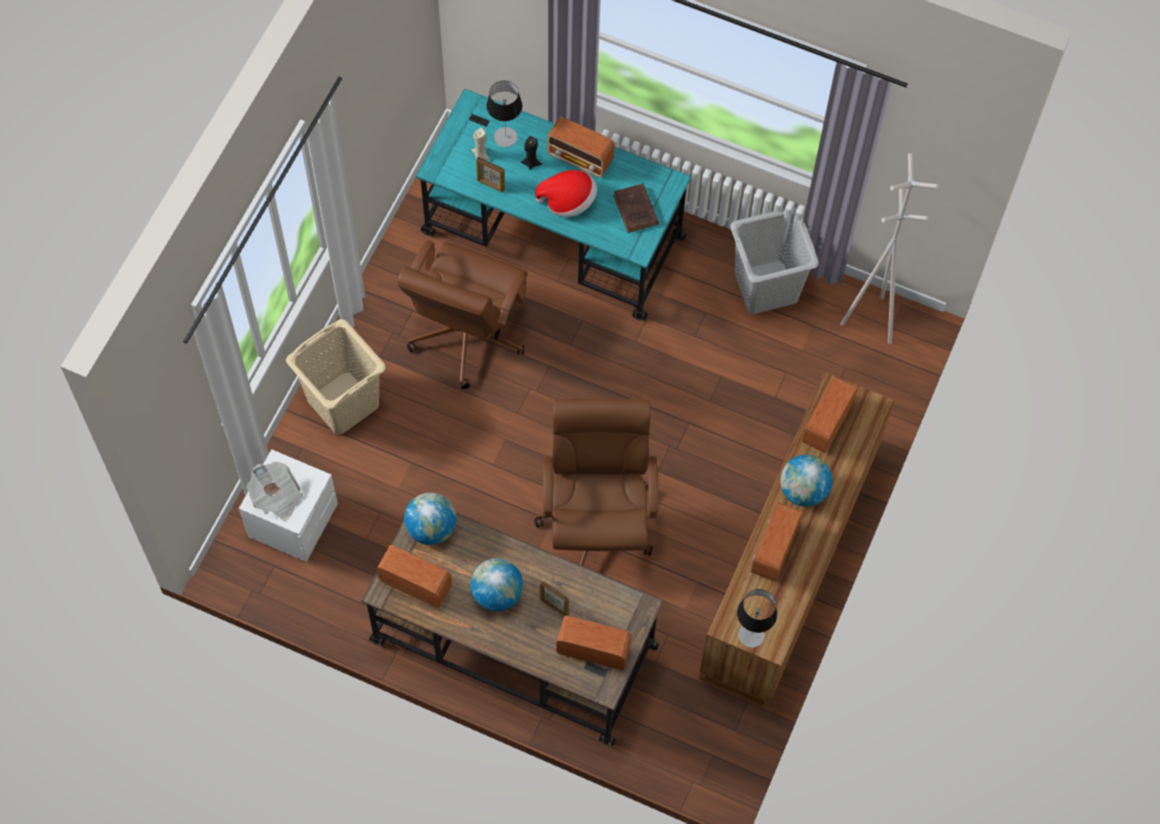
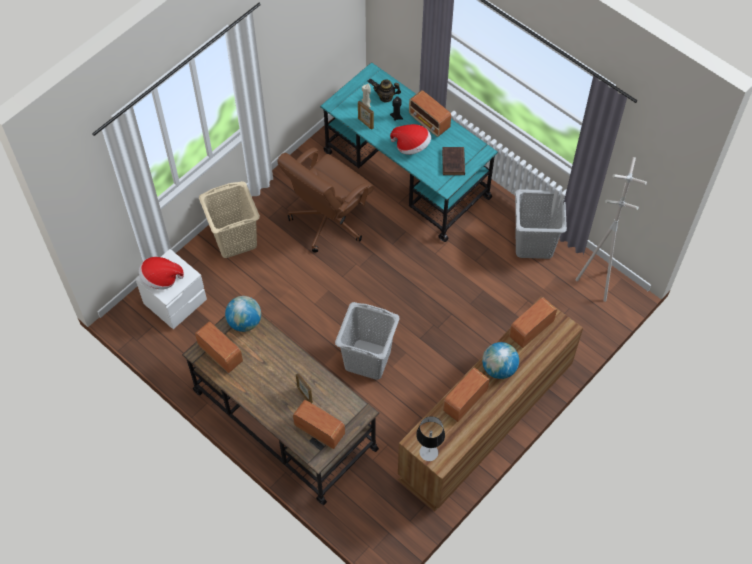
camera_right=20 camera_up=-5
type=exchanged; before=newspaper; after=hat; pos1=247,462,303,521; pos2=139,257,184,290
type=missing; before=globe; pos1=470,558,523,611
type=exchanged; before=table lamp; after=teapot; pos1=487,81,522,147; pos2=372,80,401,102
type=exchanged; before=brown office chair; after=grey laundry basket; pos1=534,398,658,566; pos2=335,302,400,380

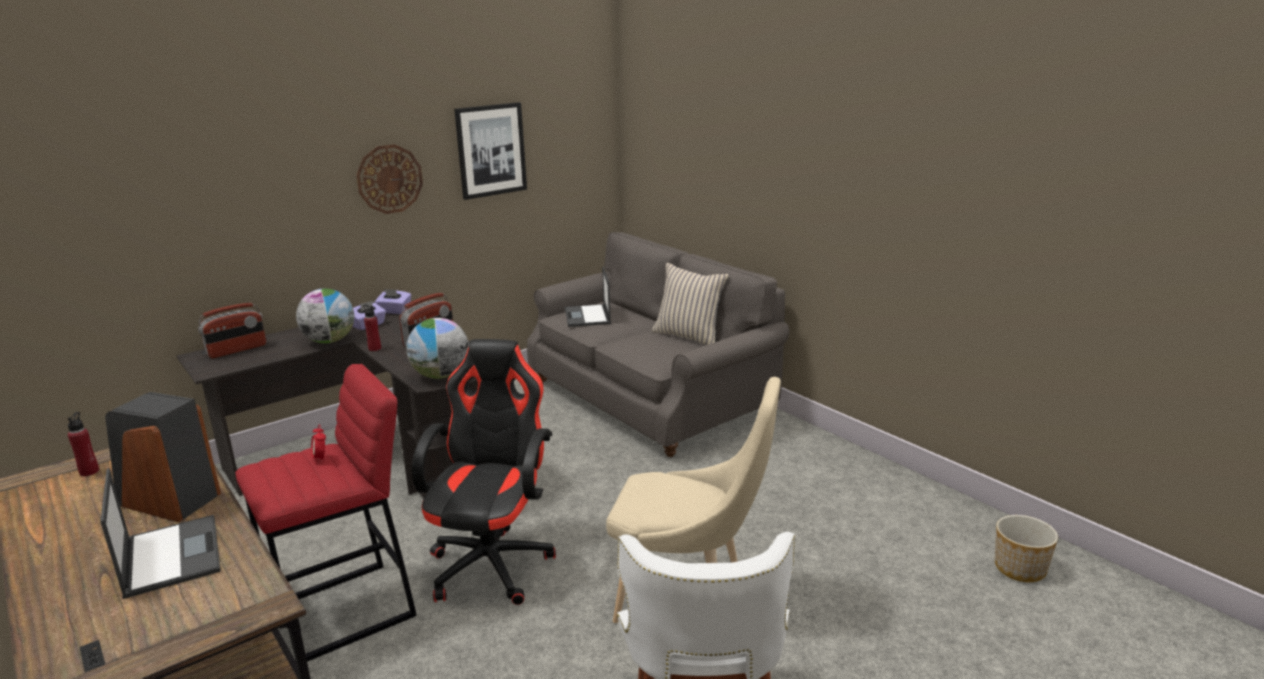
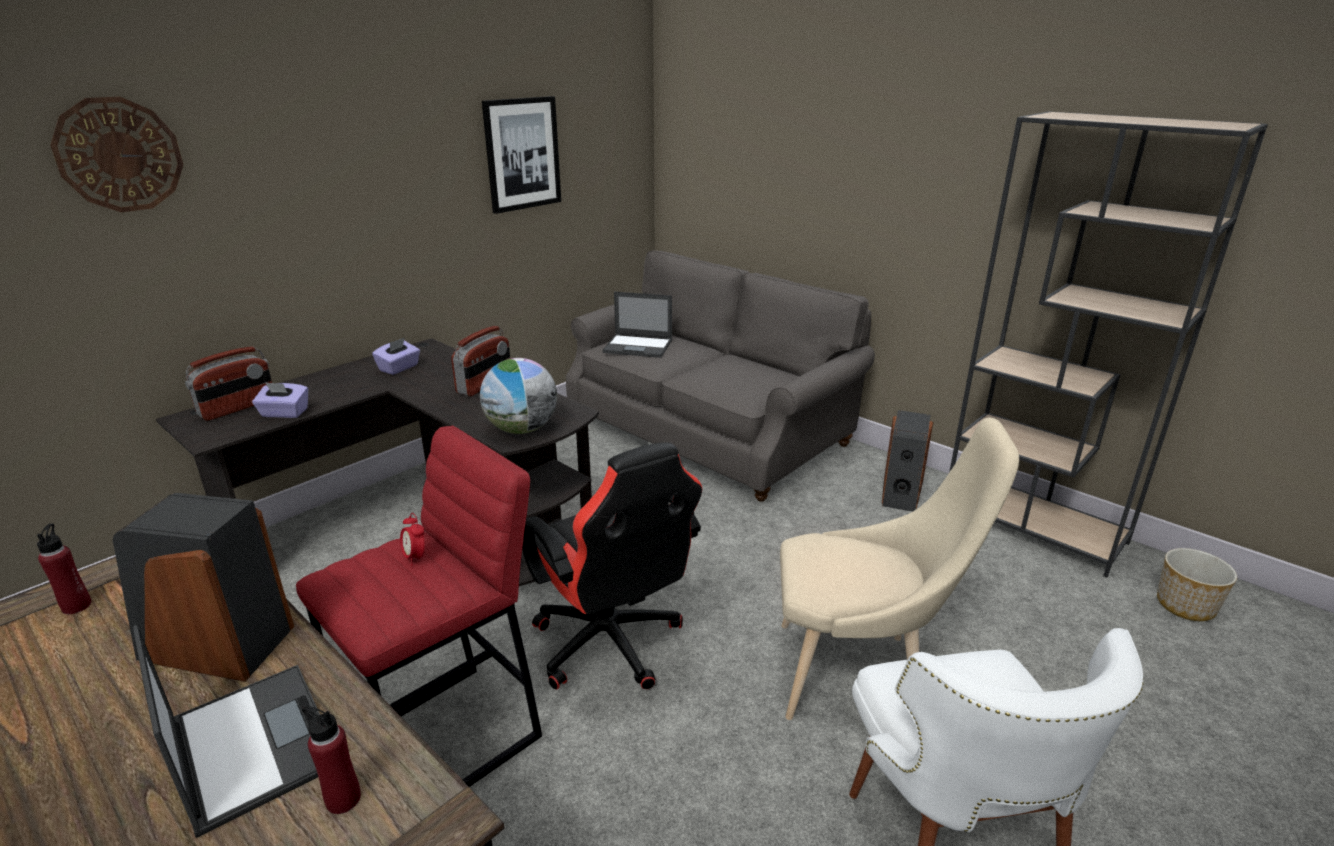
camera_right=-10 camera_up=5
type=missing; before=globe; pos1=296,289,354,343
type=relocated; before=wall clock; pos1=356,144,423,214; pos2=50,97,183,212
type=relocated; before=red bottle; pos1=363,305,381,351; pos2=302,706,361,814
type=relocated; before=purple tissue box; pos1=375,289,411,314; pos2=252,382,308,418
type=spun; before=black office chair; pos1=412,339,556,605; pos2=522,442,702,690; turn=150
type=spun; before=laptop; pos1=565,266,611,327; pos2=602,292,672,358; turn=-60
type=missing; before=beige pillow; pos1=652,263,730,345
type=appeared; after=speaker; pos2=882,410,933,512
type=appeared; after=bookcase; pos2=949,112,1268,577

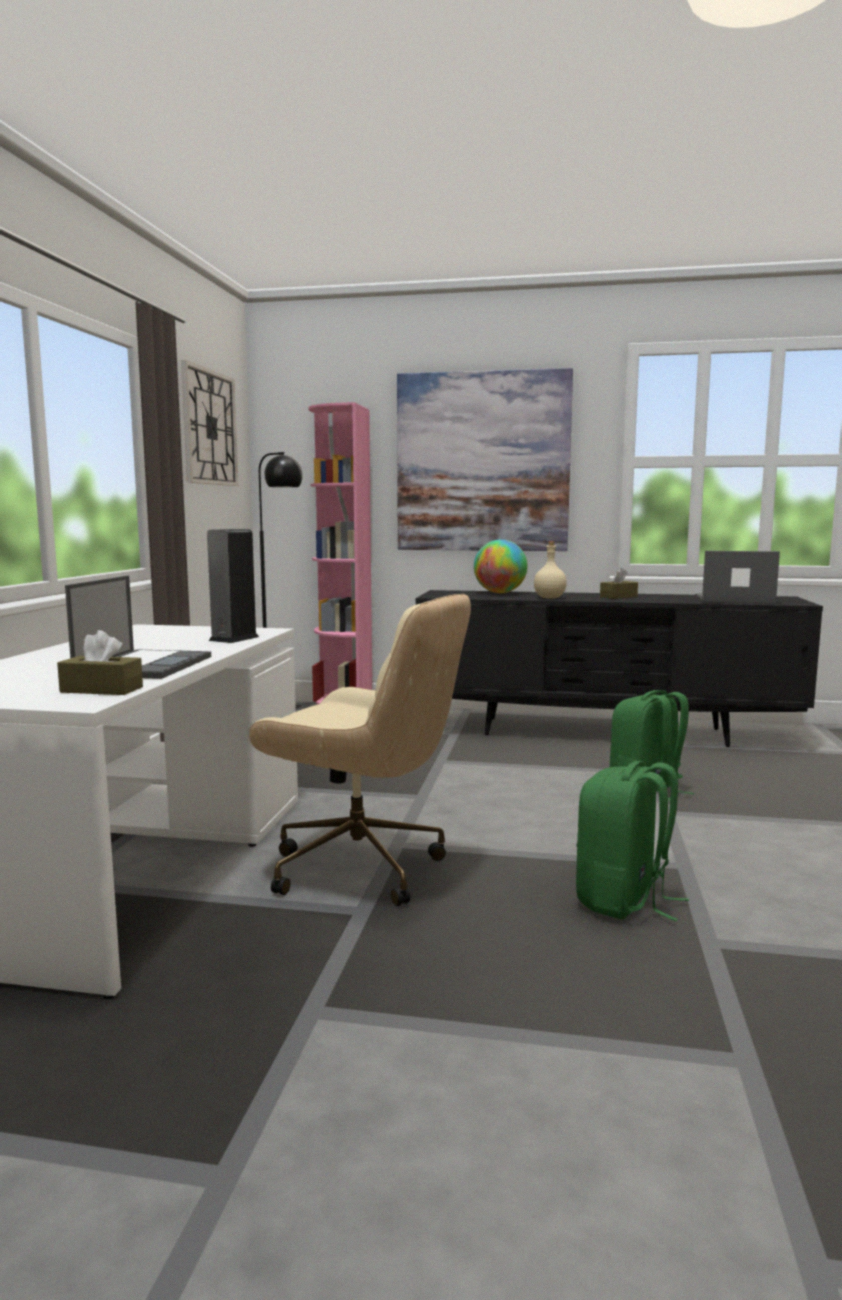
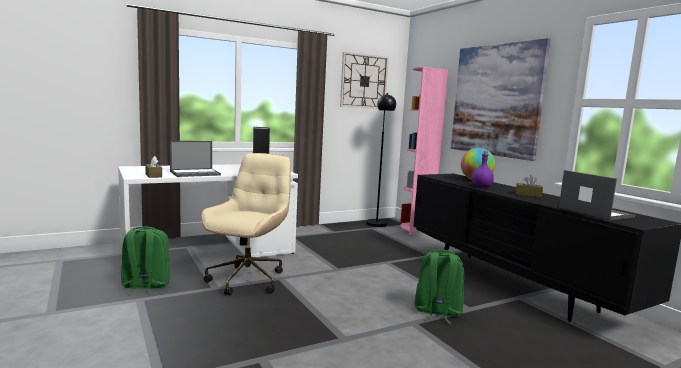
camera_right=50 camera_up=0
type=spun; before=beige office chair; pos1=249,594,471,906; pos2=201,153,291,295; turn=-150
type=colour; before=beige bottle; after=purple bottle; pos1=534,541,567,599; pos2=472,151,494,188
type=relocated; before=green backpack; pos1=576,761,689,921; pos2=121,227,170,295

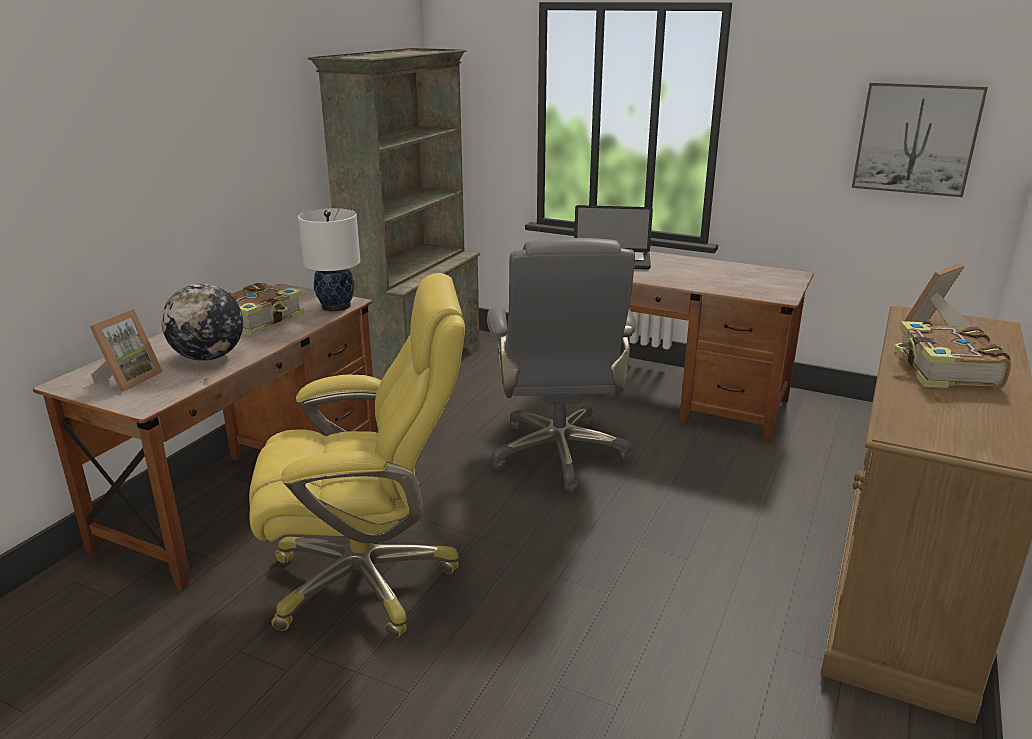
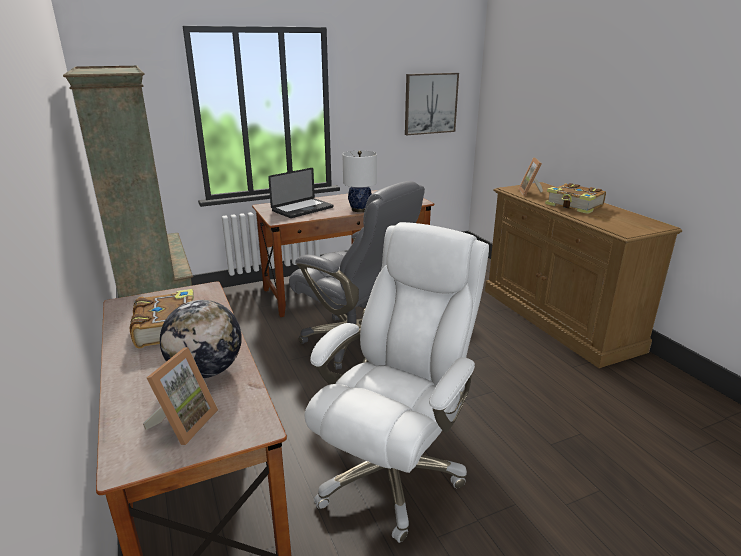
camera_right=-50 camera_up=0
type=spun; before=picture frame; pos1=90,309,163,392; pos2=143,347,218,445; turn=45
type=colour; before=yellow office chair; after=white office chair; pos1=249,273,465,638; pos2=305,222,489,543
type=relocated; before=white table lamp; pos1=298,208,360,311; pos2=342,150,377,212

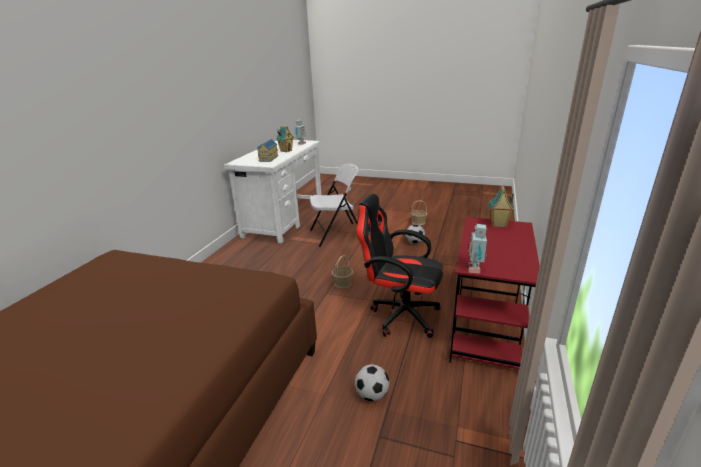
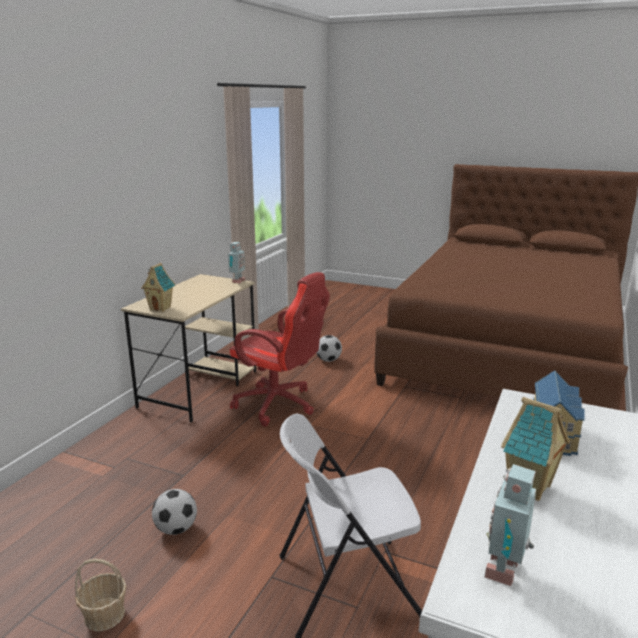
camera_right=-175 camera_up=-5
type=missing; before=basket; pos1=332,255,353,289
type=colour; before=black office chair; after=red office chair; pos1=356,194,443,338; pos2=230,272,330,427
type=colour; before=red desk; after=beige desk; pos1=449,217,540,369; pos2=121,274,256,423

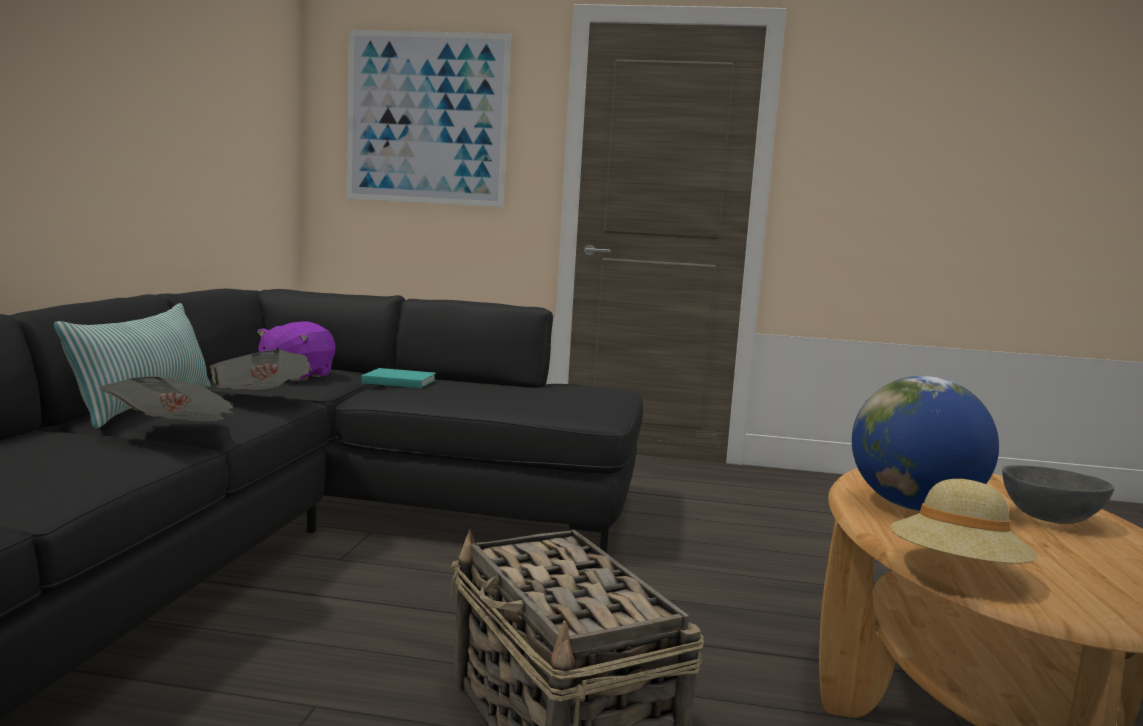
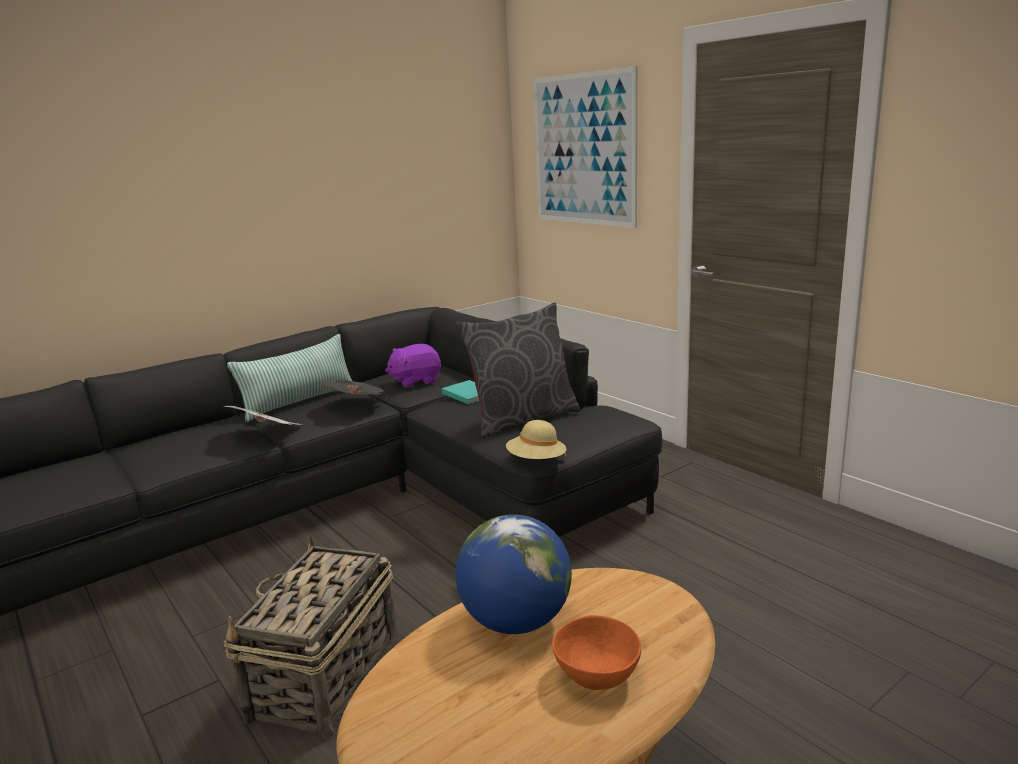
camera_right=45 camera_up=10
type=relocated; before=beige hat; pos1=891,479,1038,564; pos2=506,420,566,459
type=colour; before=grey bowl; after=orange bowl; pos1=1002,465,1114,524; pos2=552,615,641,690
type=appeared; after=grey pillow; pos2=455,302,580,438

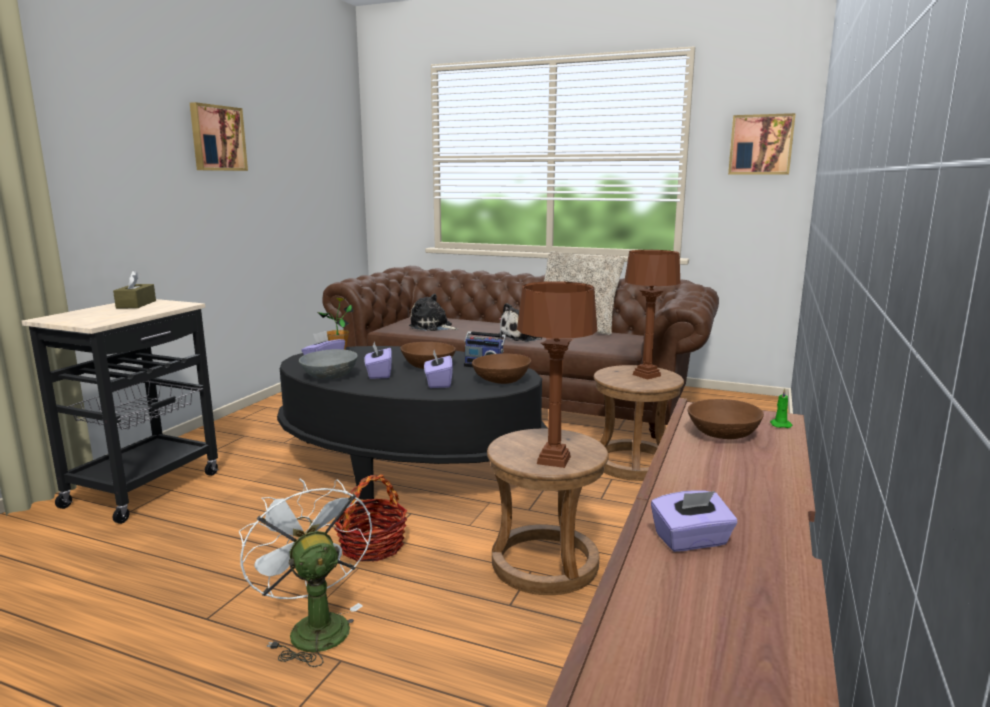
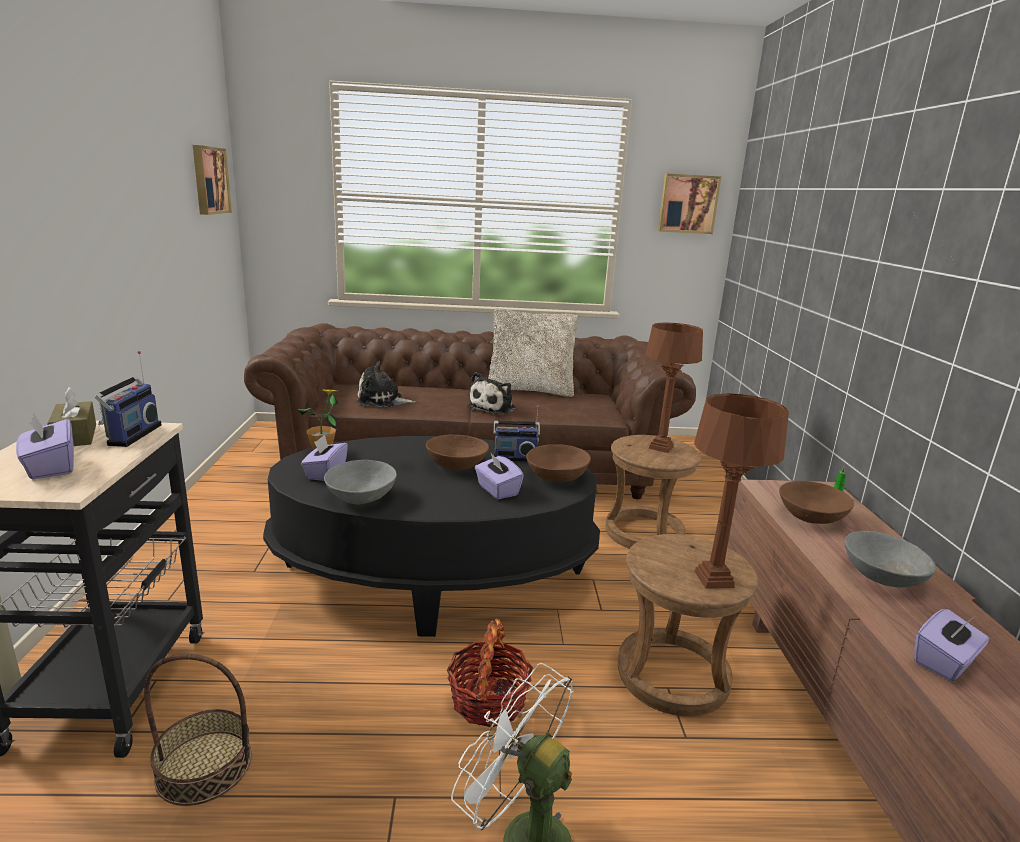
camera_right=-25 camera_up=5
type=relocated; before=picture; pos1=190,102,248,171; pos2=193,145,232,215
type=relocated; before=purple tissue box; pos1=364,342,392,379; pos2=16,413,74,479
type=appeared; after=radio; pos2=94,351,161,447
type=appeared; after=basket; pos2=144,654,252,806
type=appeared; after=grey bowl; pos2=845,531,936,587

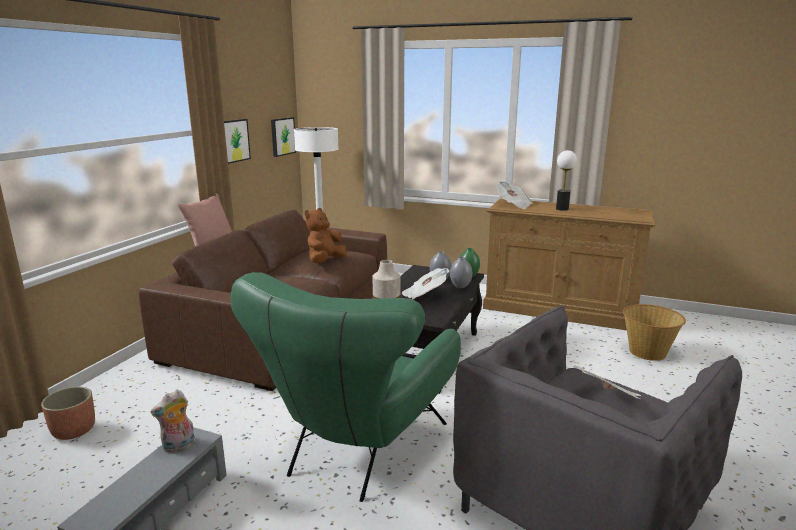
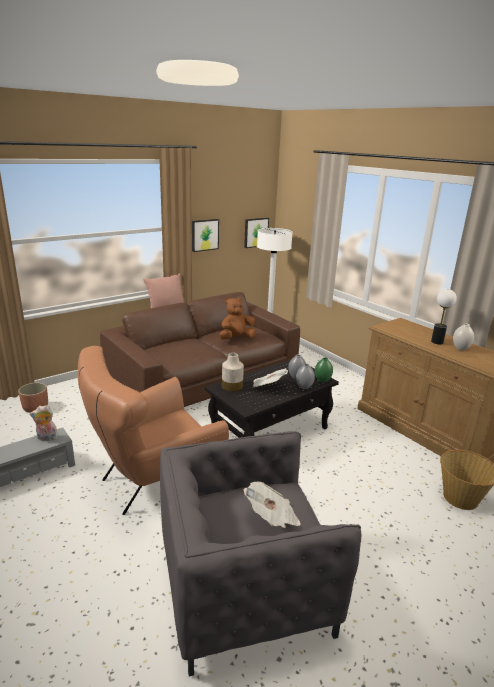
camera_right=30 camera_up=5
type=colour; before=green armchair; after=brown armchair; pos1=231,272,461,502; pos2=78,346,229,515
type=missing; before=newspaper; pos1=496,181,532,209
type=appeared; after=white vase; pos2=453,324,474,350

